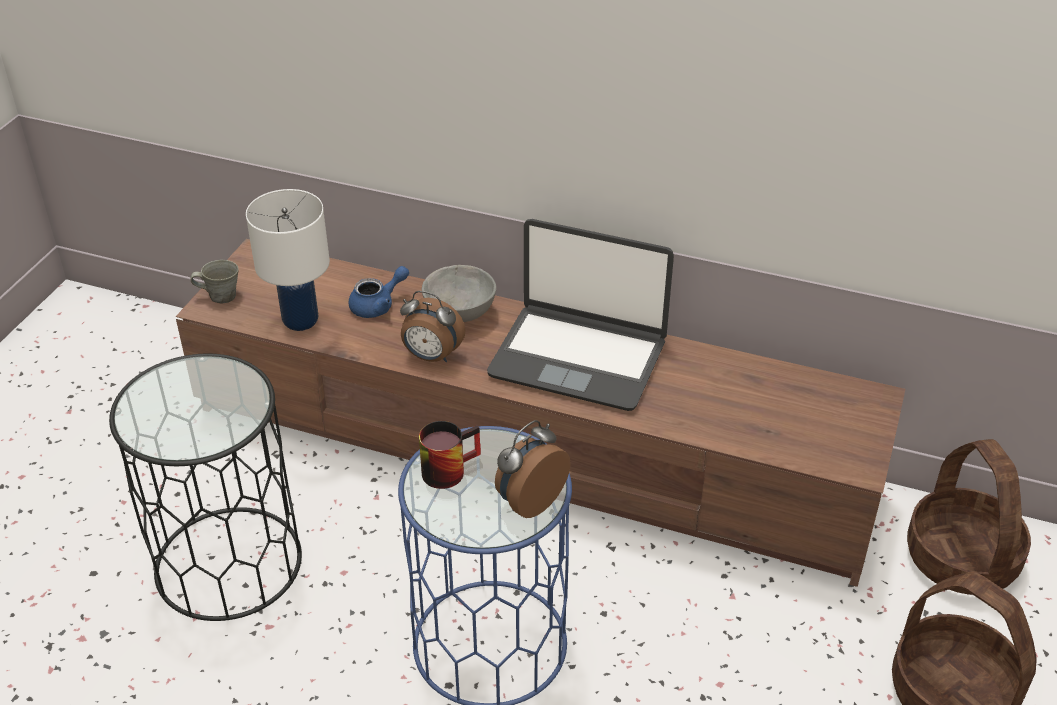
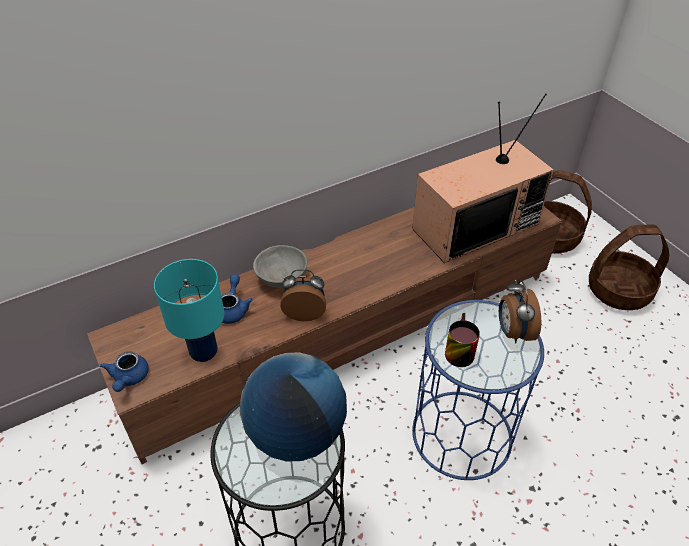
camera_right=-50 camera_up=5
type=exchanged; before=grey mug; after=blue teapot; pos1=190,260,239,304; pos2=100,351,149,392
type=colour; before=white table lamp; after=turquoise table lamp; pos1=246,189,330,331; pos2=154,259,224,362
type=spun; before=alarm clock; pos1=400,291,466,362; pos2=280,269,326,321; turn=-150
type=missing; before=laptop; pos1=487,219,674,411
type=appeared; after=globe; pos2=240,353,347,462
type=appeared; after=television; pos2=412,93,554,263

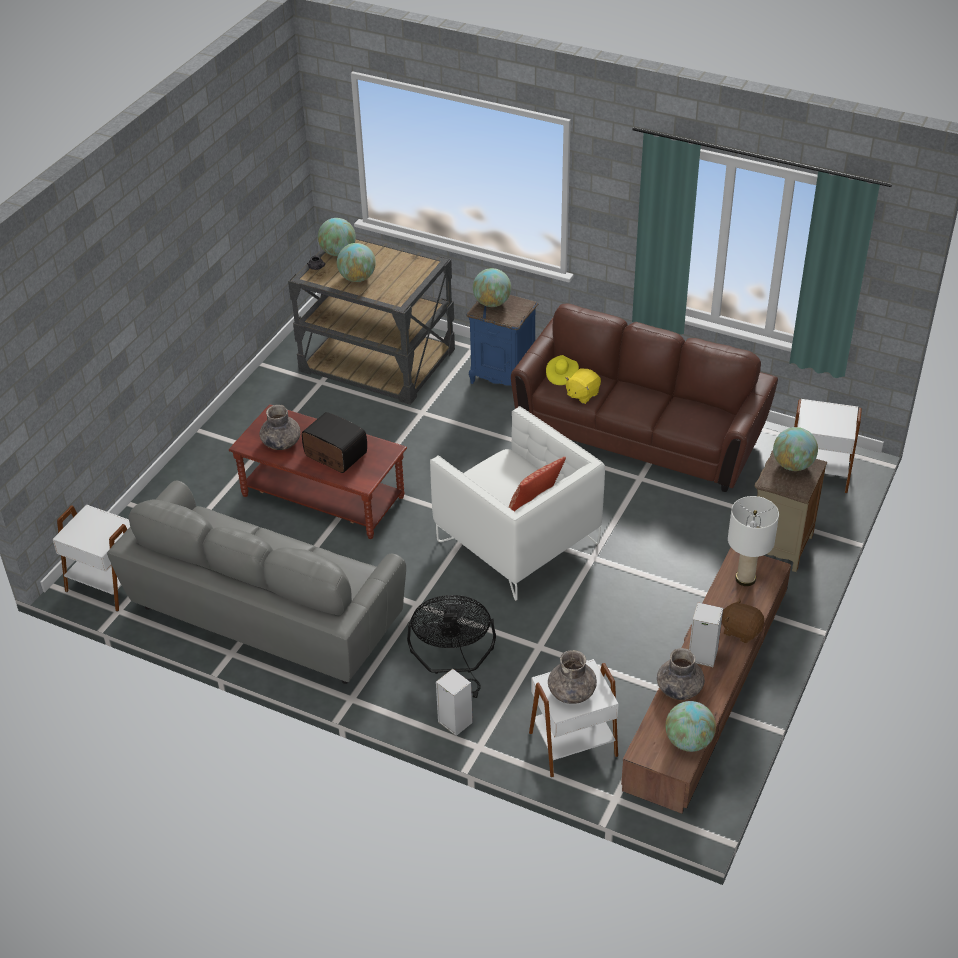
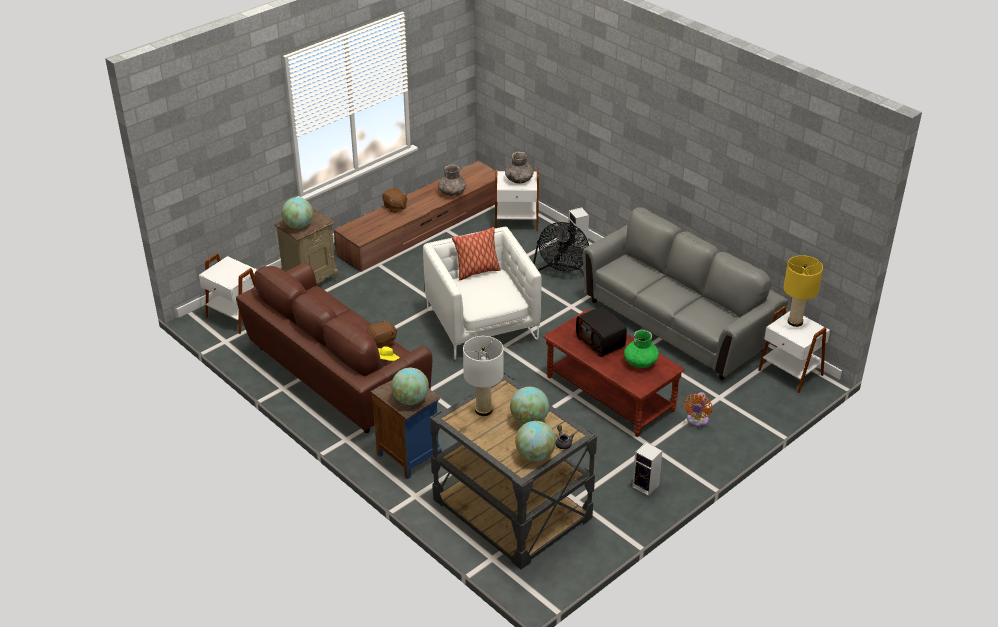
camera_right=-160 camera_up=-5
type=colour; before=grey vase; after=green vase; pos1=260,405,301,450; pos2=624,330,659,368
type=colour; before=yellow plush toy; after=brown plush toy; pos1=565,368,601,404; pos2=366,319,397,349
type=missing; before=globe; pos1=665,701,716,752
type=relocated; before=speaker; pos1=689,602,723,667; pos2=632,442,663,496
type=relocated; before=white table lamp; pos1=728,496,779,586; pos2=463,336,504,416
type=appeared; after=orange fan; pos2=684,392,713,427
type=appeared; after=yellow table lamp; pos2=784,255,823,327

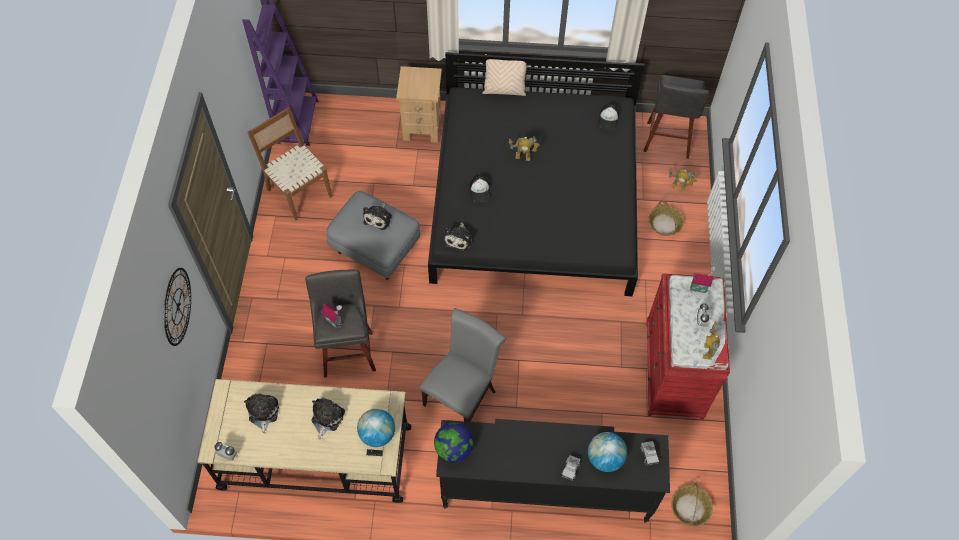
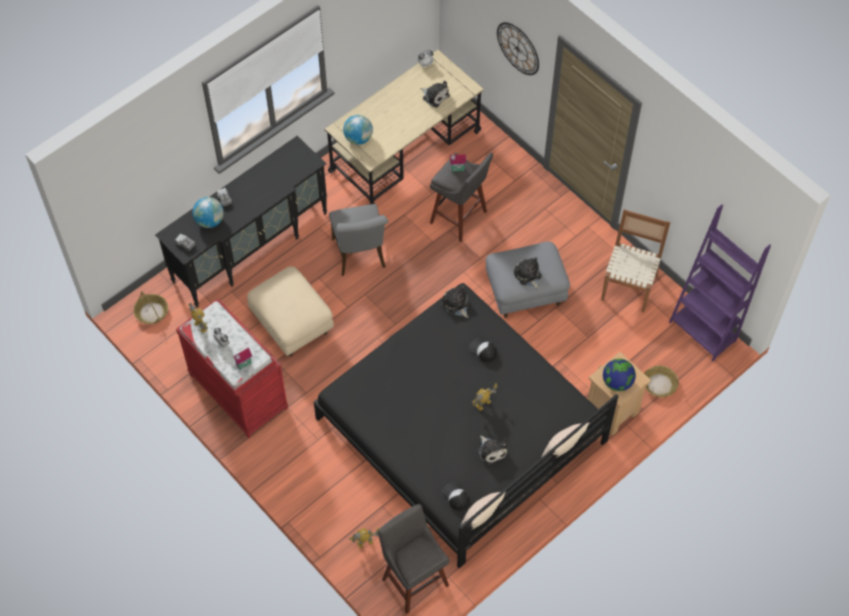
camera_right=135 camera_up=0
type=spun; before=chair; pos1=247,107,333,220; pos2=601,209,670,313; turn=-75
type=relocated; before=plush toy; pos1=312,398,345,439; pos2=478,436,507,465
type=relocated; before=globe; pos1=434,422,474,462; pos2=603,359,636,391
type=relocated; before=basket; pos1=648,201,684,236; pos2=644,365,679,397
type=appeared; after=beige ottoman; pos2=247,266,334,357
type=appeared; after=beige pillow; pos2=461,492,506,530

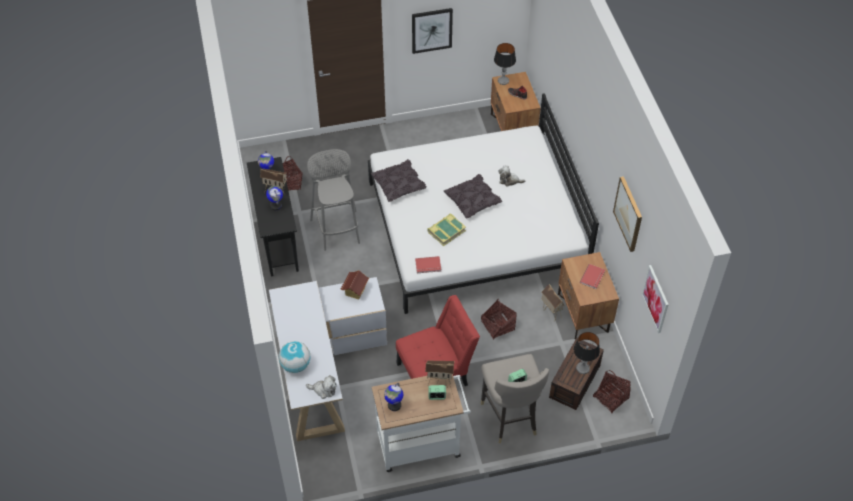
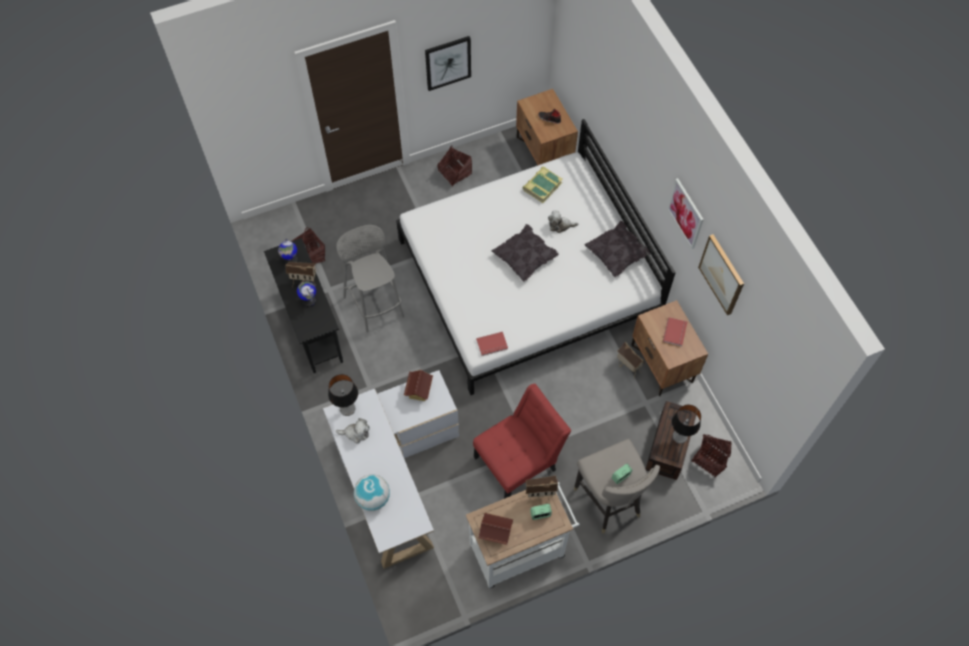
camera_right=-10 camera_up=10
type=relocated; before=plush toy; pos1=306,375,337,399; pos2=336,418,370,444
type=relocated; before=black pillow; pos1=371,159,427,202; pos2=584,221,651,277
type=exchanged; before=globe; after=toy house; pos1=384,383,403,411; pos2=478,513,513,545
type=relocated; before=book; pos1=427,213,466,246; pos2=523,167,563,203
type=relocated; before=basket; pos1=481,299,516,340; pos2=438,145,472,186
type=relocated; before=table lamp; pos1=494,43,516,85; pos2=328,374,358,416
type=relocated; before=picture; pos1=642,265,669,333; pos2=668,178,704,249

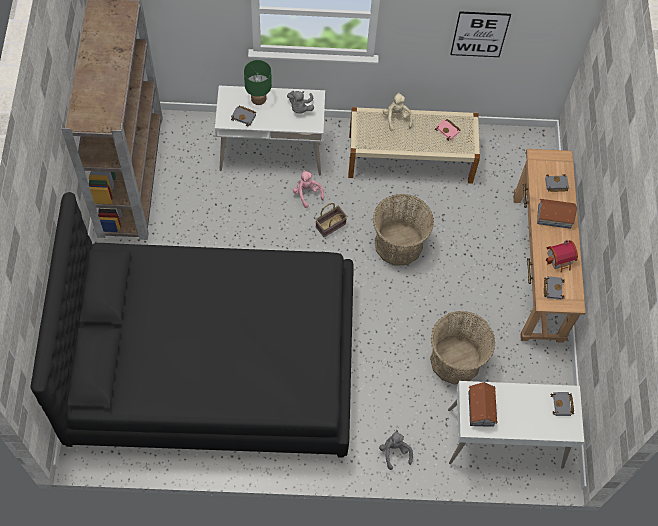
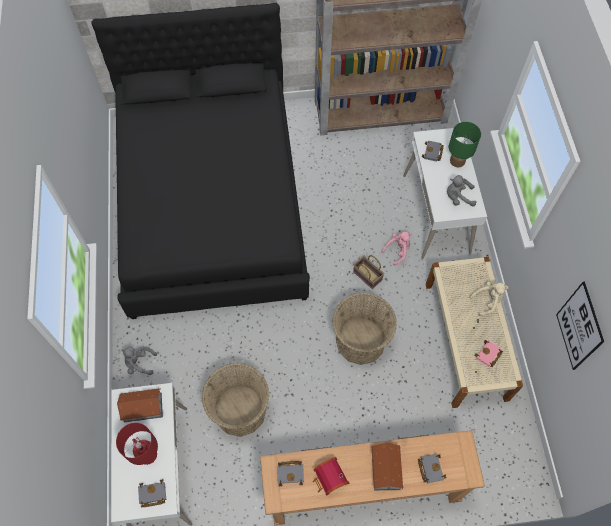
camera_right=85 camera_up=0
type=spun; before=grey plush toy; pos1=379,430,413,470; pos2=121,346,157,375; turn=-150
type=appeared; after=red table lamp; pos2=116,423,158,465

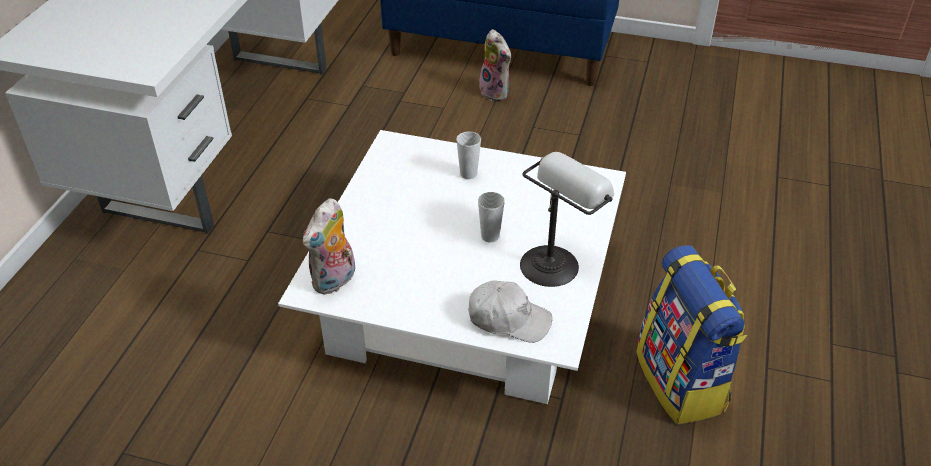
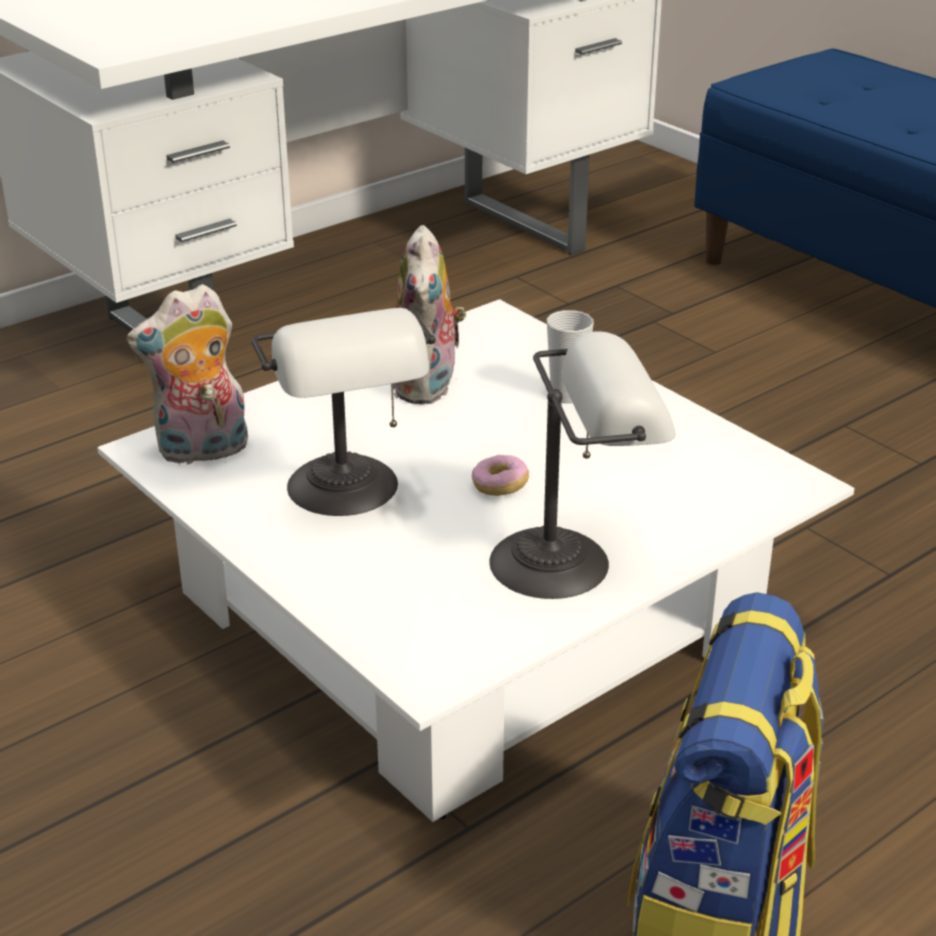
camera_right=35 camera_up=-10
type=missing; before=white cap; pos1=468,280,553,343
type=exchanged; before=cup; after=donut; pos1=478,192,505,242; pos2=472,455,529,496
type=relocated; before=plush toy; pos1=479,29,511,101; pos2=393,225,467,405
type=appeared; after=table lamp; pos2=251,308,436,516

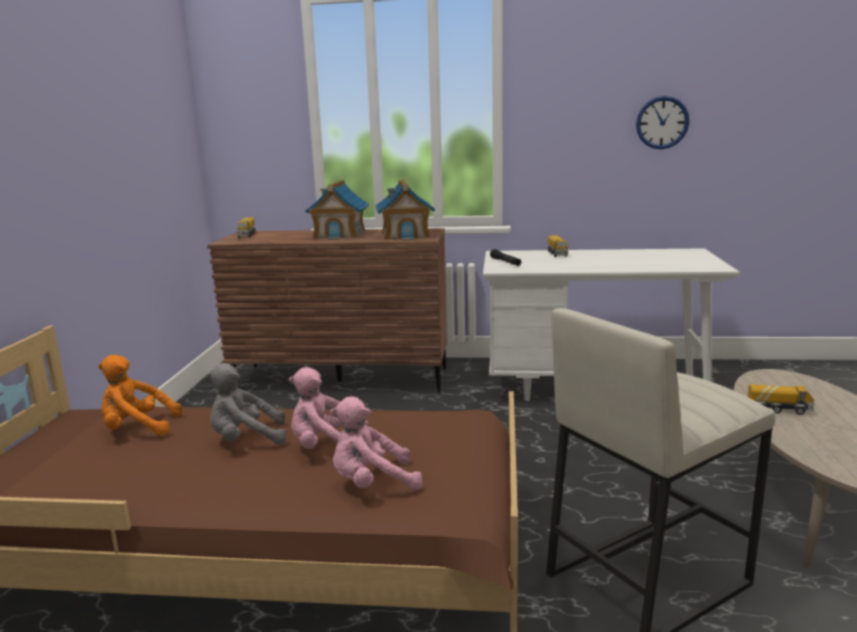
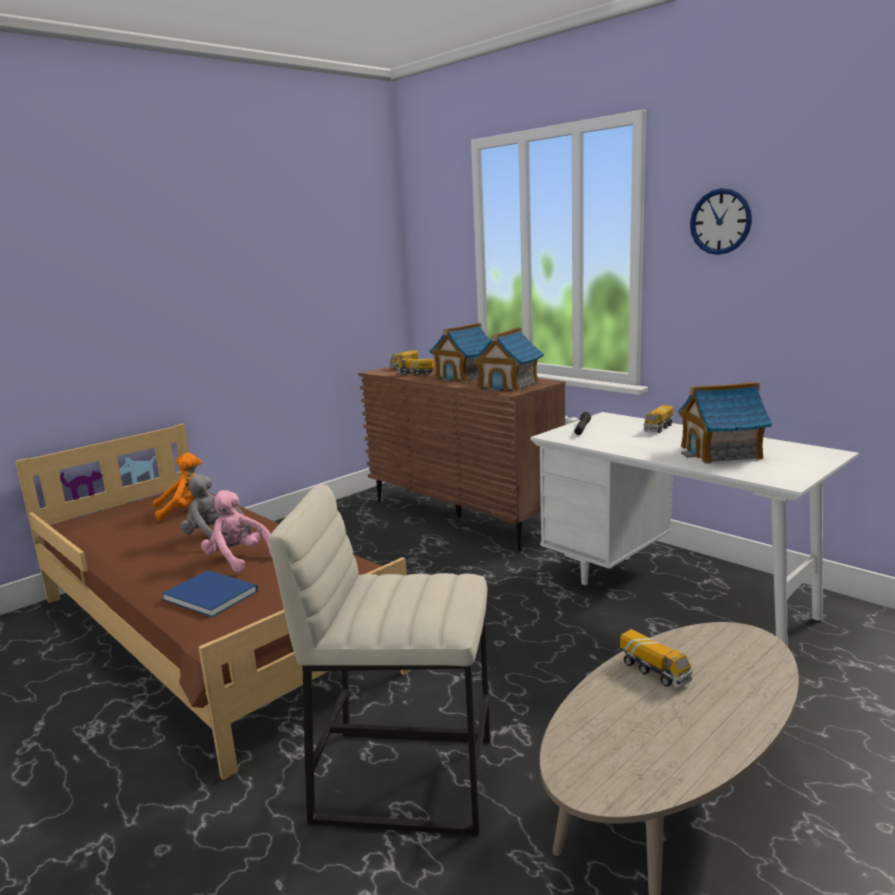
camera_right=40 camera_up=0
type=spun; before=orange plush toy; pos1=98,355,182,436; pos2=153,453,201,521; turn=120
type=exchanged; before=pink plush toy; after=blue book; pos1=330,397,423,490; pos2=162,570,258,617
type=relocated; before=wall clock; pos1=636,96,689,149; pos2=690,188,752,255
type=appeared; after=toy truck; pos2=397,358,435,376
type=appeared; after=toy house; pos2=678,382,773,464

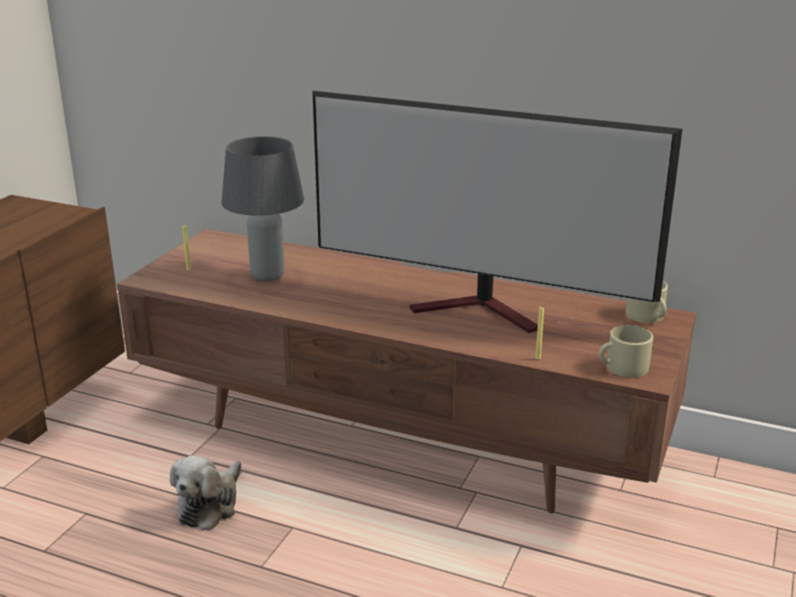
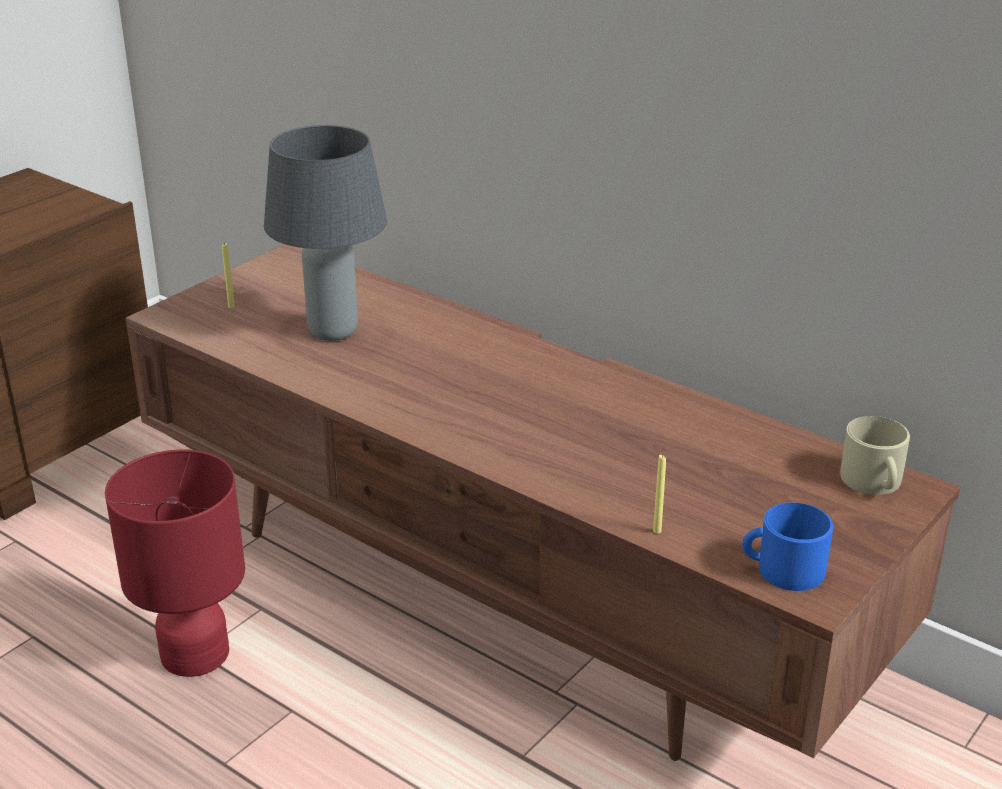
camera_right=15 camera_up=5
type=exchanged; before=plush toy; after=red table lamp; pos1=170,455,241,531; pos2=105,450,245,677
type=missing; before=television; pos1=312,91,682,333
type=colour; before=beige mug; after=blue mug; pos1=599,325,653,378; pos2=742,503,833,591

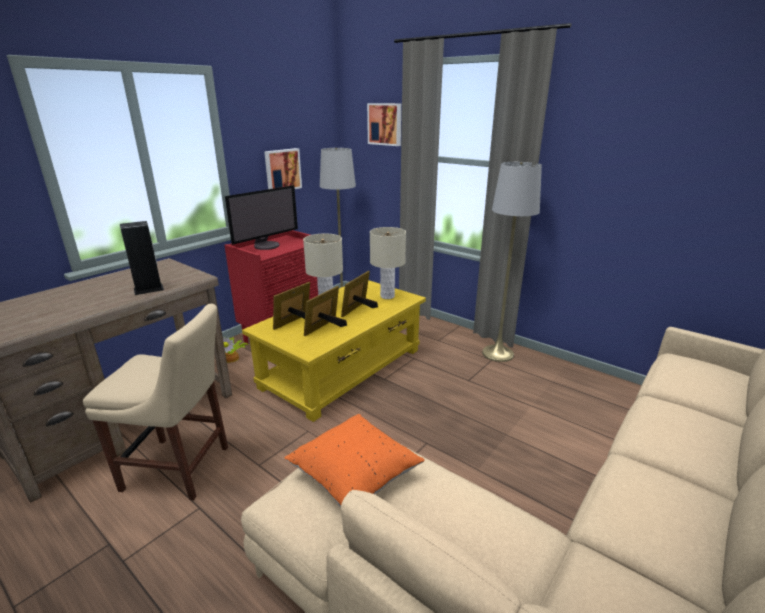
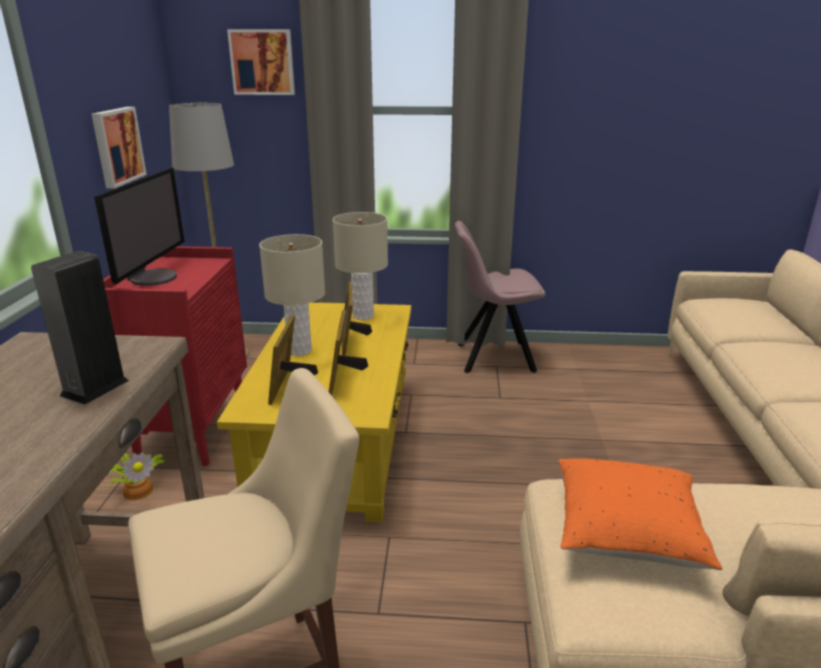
camera_right=-35 camera_up=0
type=exchanged; before=grey floor lamp; after=pink chair; pos1=482,162,542,362; pos2=455,221,545,373

